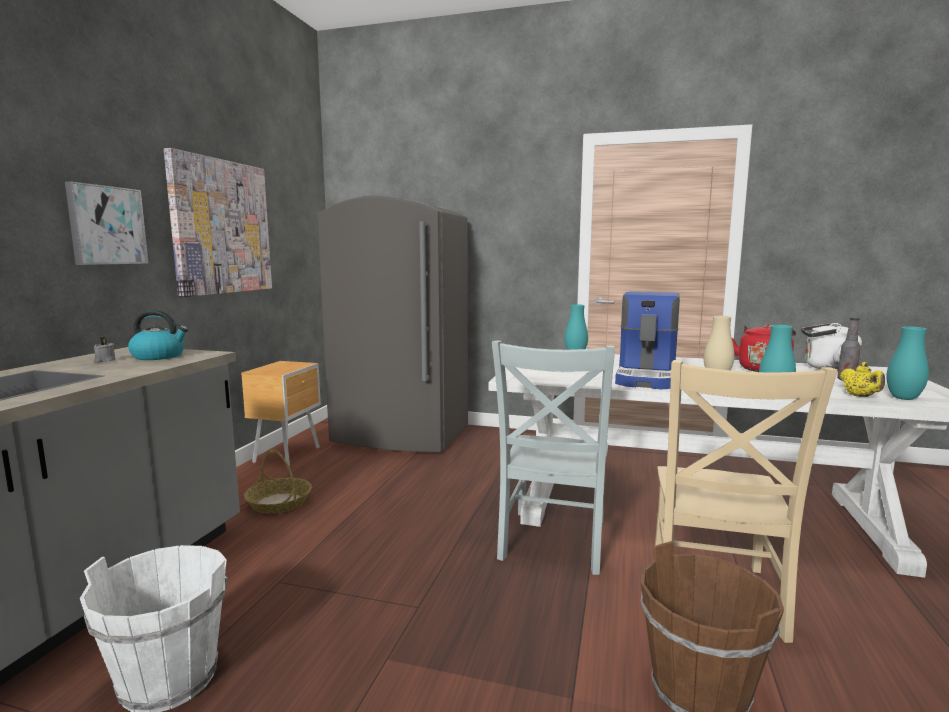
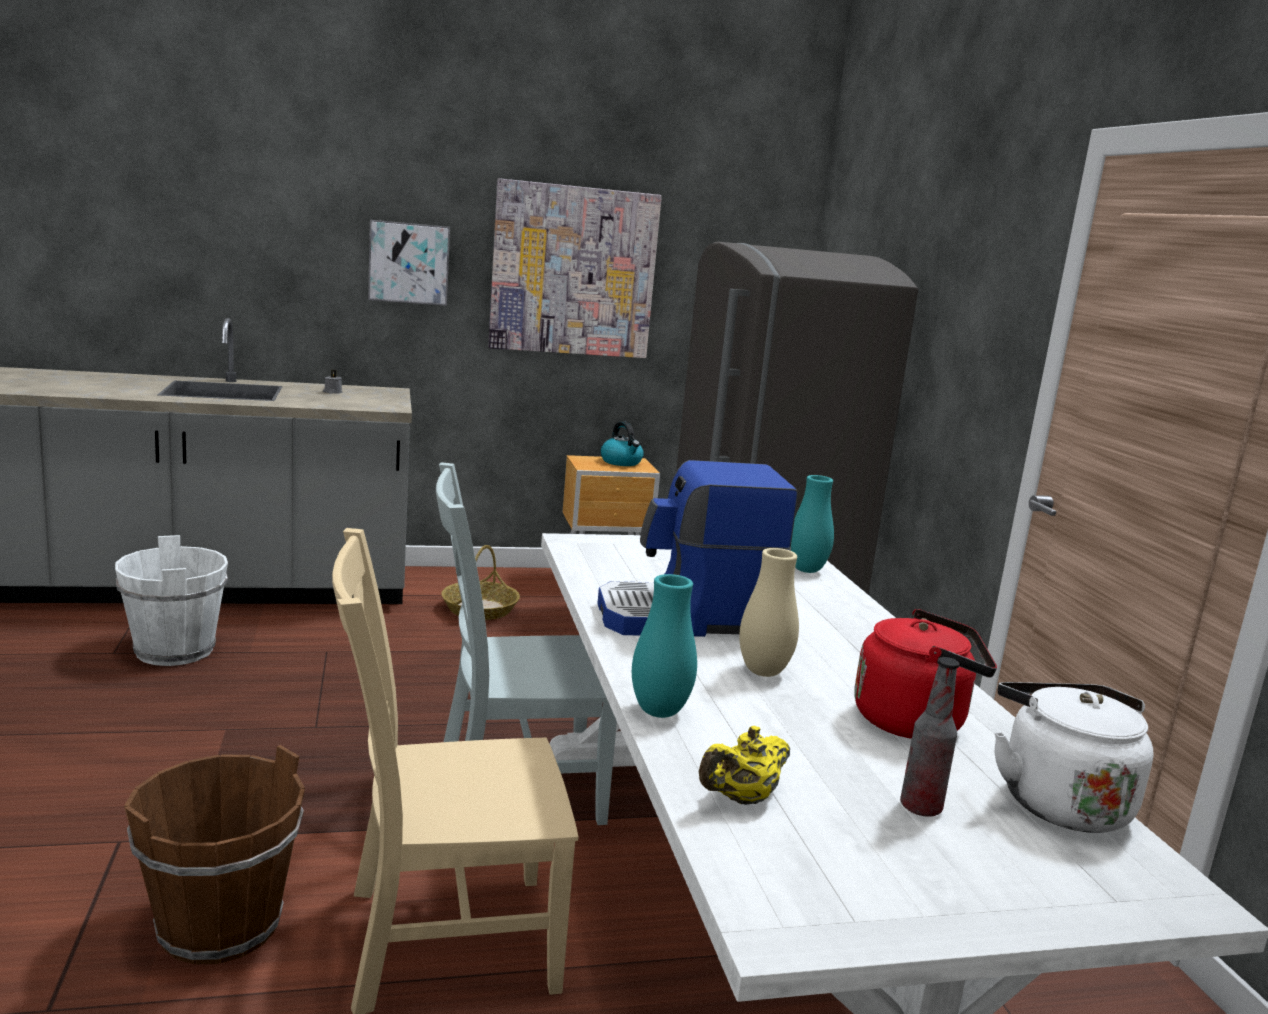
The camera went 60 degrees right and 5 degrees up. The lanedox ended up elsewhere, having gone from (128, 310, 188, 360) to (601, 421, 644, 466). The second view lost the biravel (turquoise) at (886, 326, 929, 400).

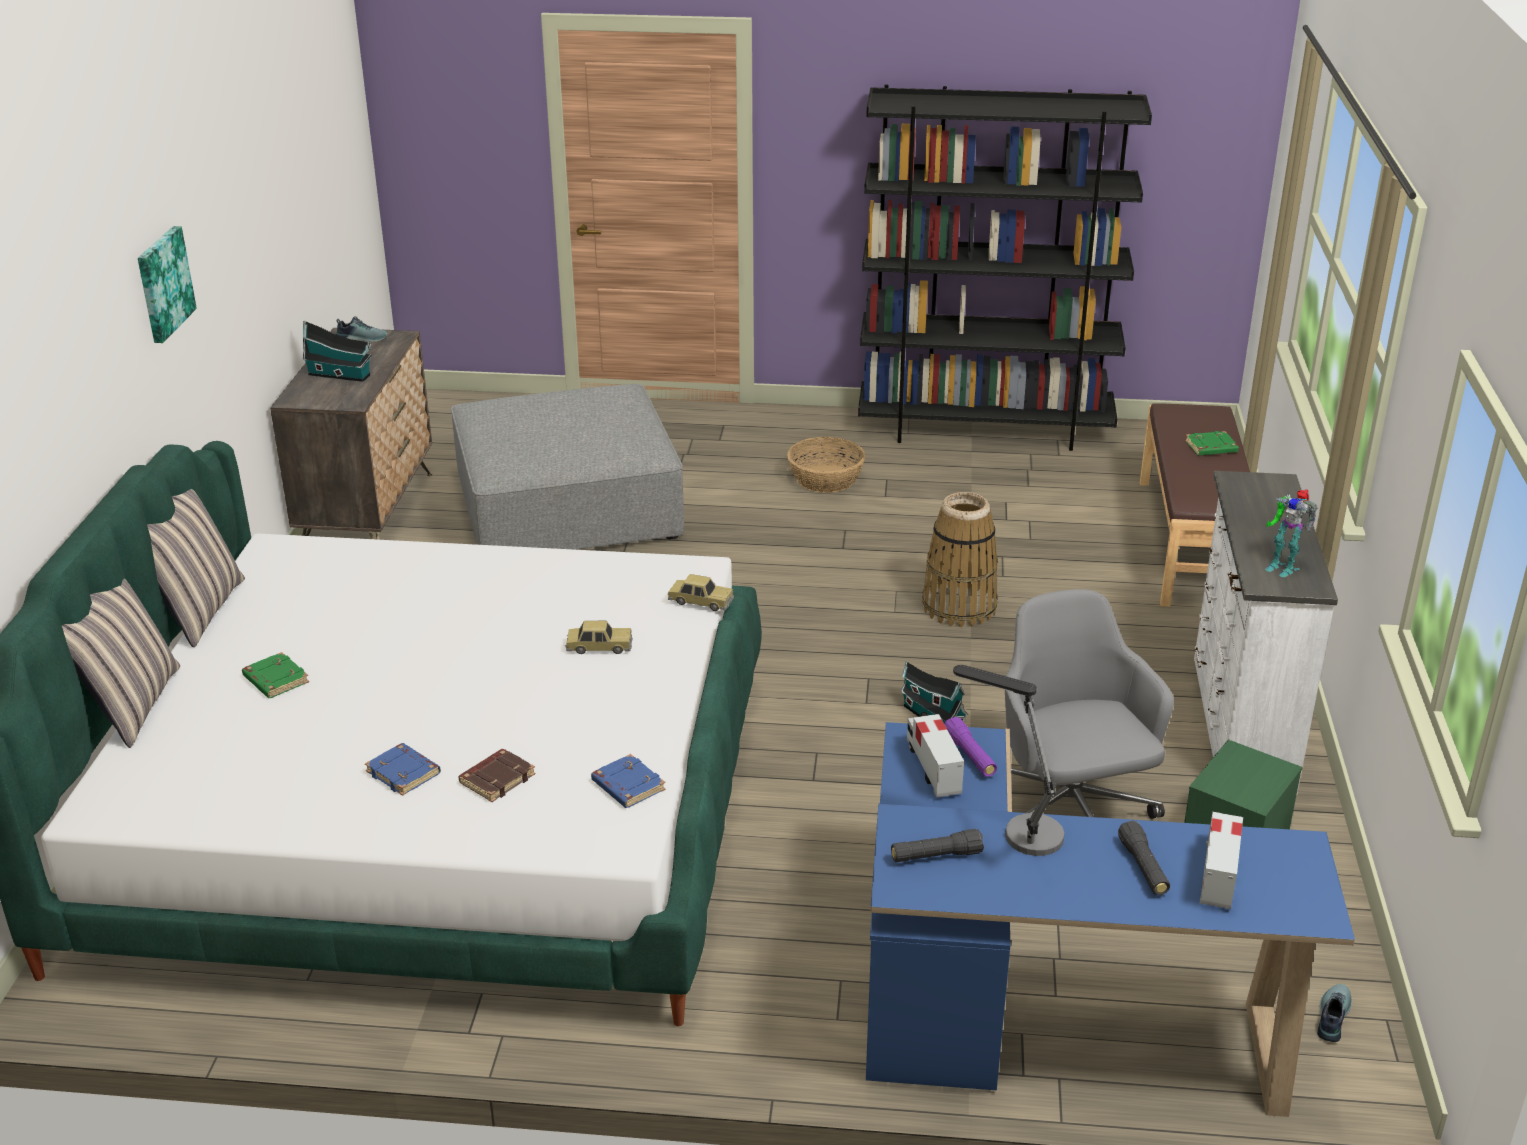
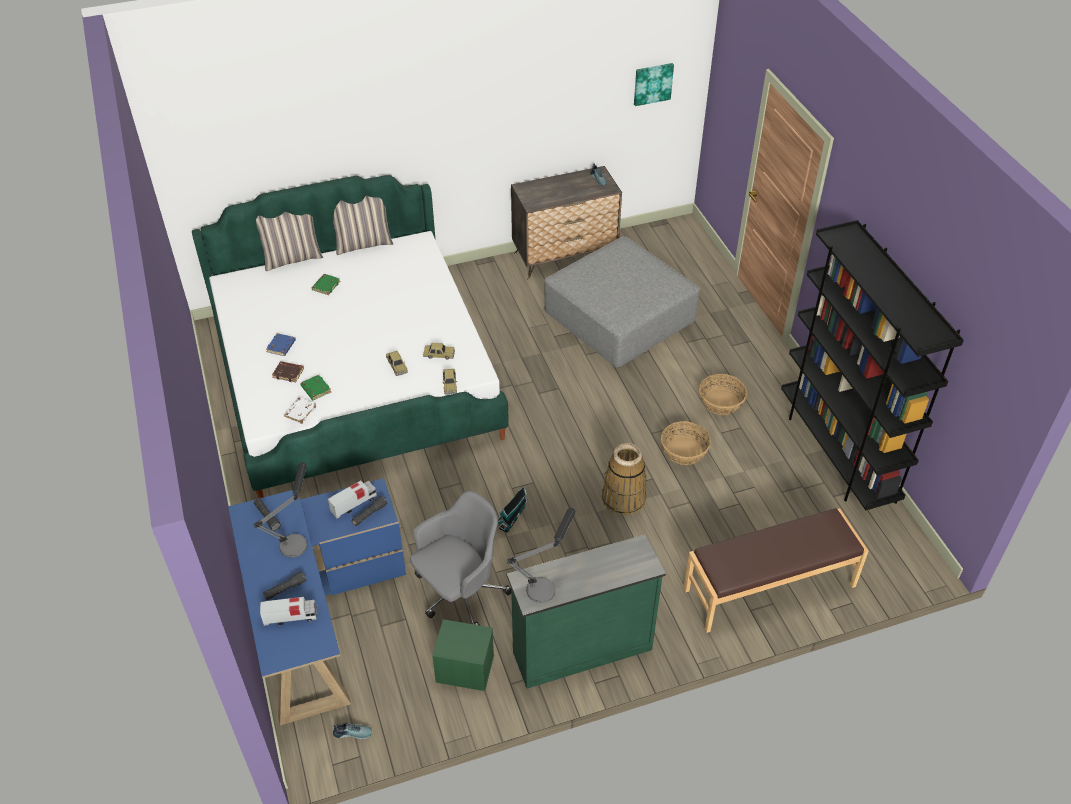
The camera went 65 degrees right and 15 degrees up. What was the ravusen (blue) at (591, 754, 666, 808) turned into the ravusen (white) at (283, 398, 317, 424). The ravusen (green) ended up elsewhere, having gone from (1185, 431, 1239, 456) to (300, 375, 331, 400). What was the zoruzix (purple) at (944, 717, 997, 777) turned into the zoruzix (black) at (352, 496, 387, 526). The second view gained the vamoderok at (423, 343, 455, 360). Where the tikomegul stood at (1265, 490, 1318, 577), the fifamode came to stand at (507, 508, 575, 603). What was the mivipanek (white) at (1194, 471, 1338, 793) turned into the mivipanek (green) at (507, 534, 666, 689). The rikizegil ended up elsewhere, having gone from (138, 226, 197, 343) to (634, 63, 674, 106). The second view gained the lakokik at (661, 421, 711, 465). The second view lost the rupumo at (303, 320, 372, 382).

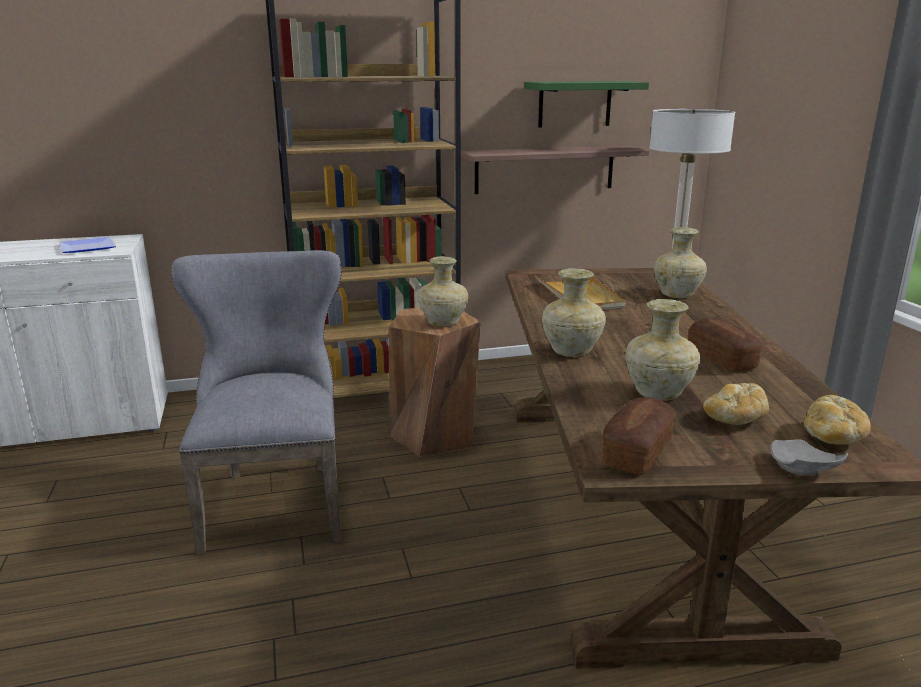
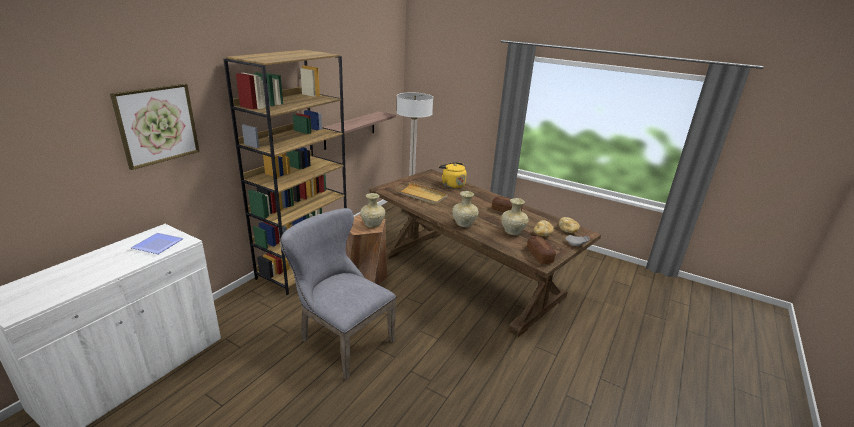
The camera went 45 degrees left and 5 degrees up. The second view gained the rikizegil at (110, 83, 200, 170). Where the biravel (beige) stood at (654, 227, 707, 298), the lanedox (yellow) came to stand at (439, 162, 467, 188). The second view lost the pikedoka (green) at (524, 81, 649, 127).

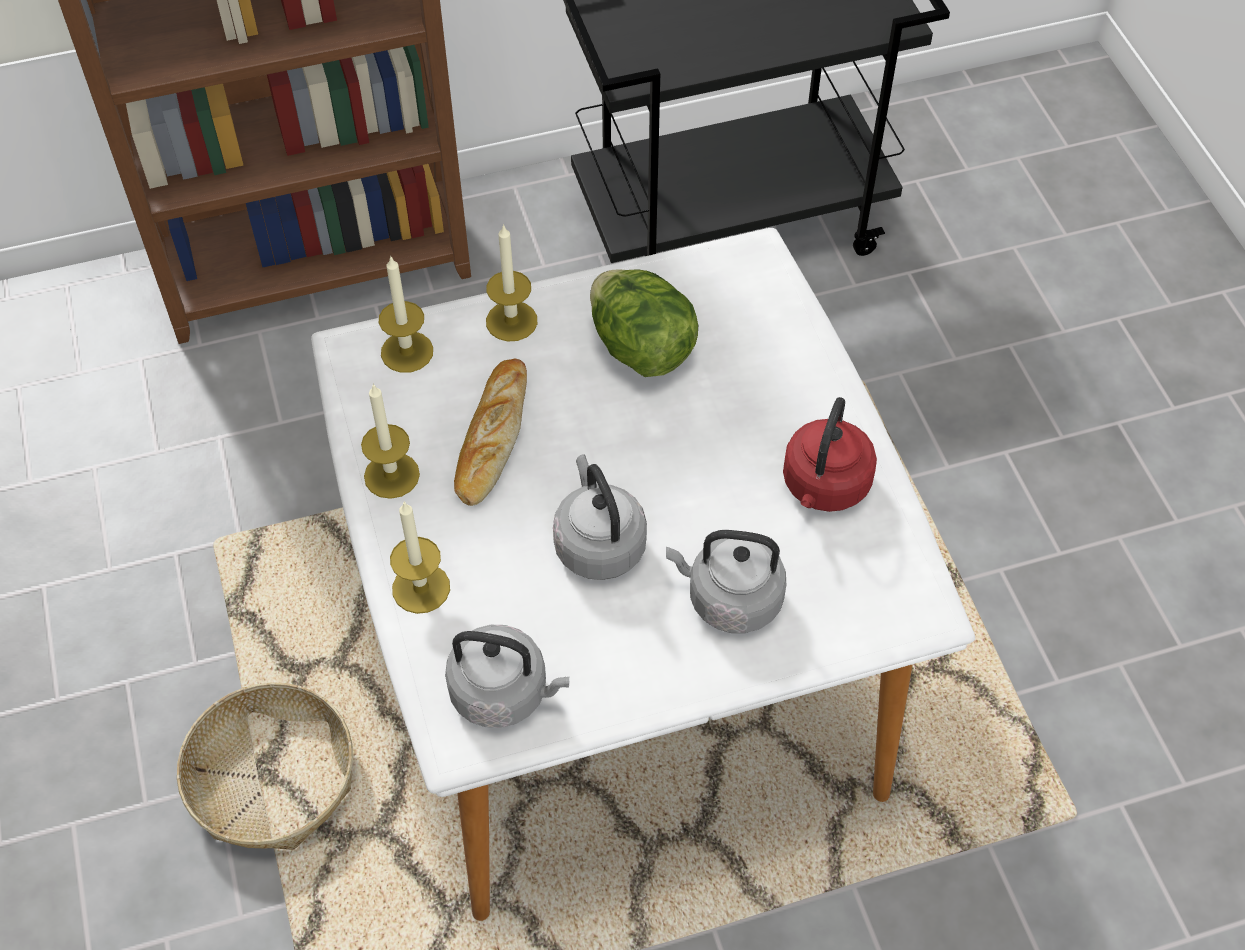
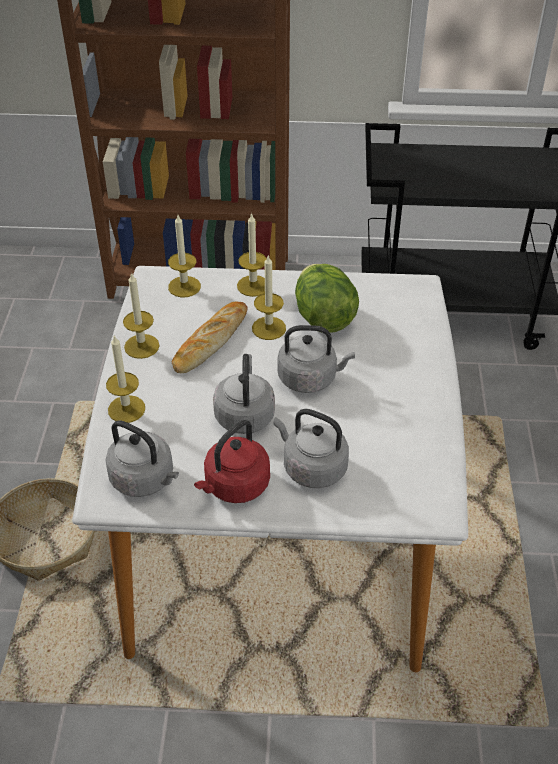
The camera went 20 degrees right and 10 degrees down. The lanedox (red) ended up elsewhere, having gone from (783, 397, 877, 512) to (194, 420, 270, 503). The second view gained the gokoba at (252, 254, 286, 340). The second view gained the lanedox (grey) at (277, 325, 355, 393).

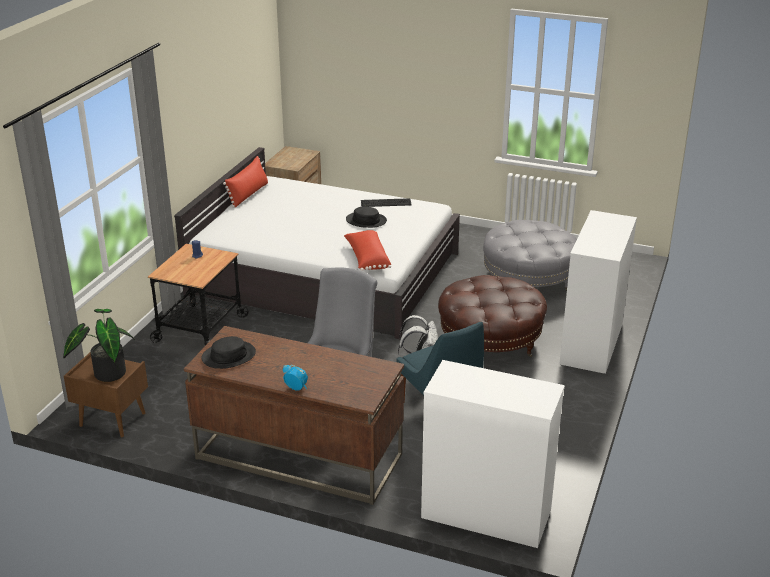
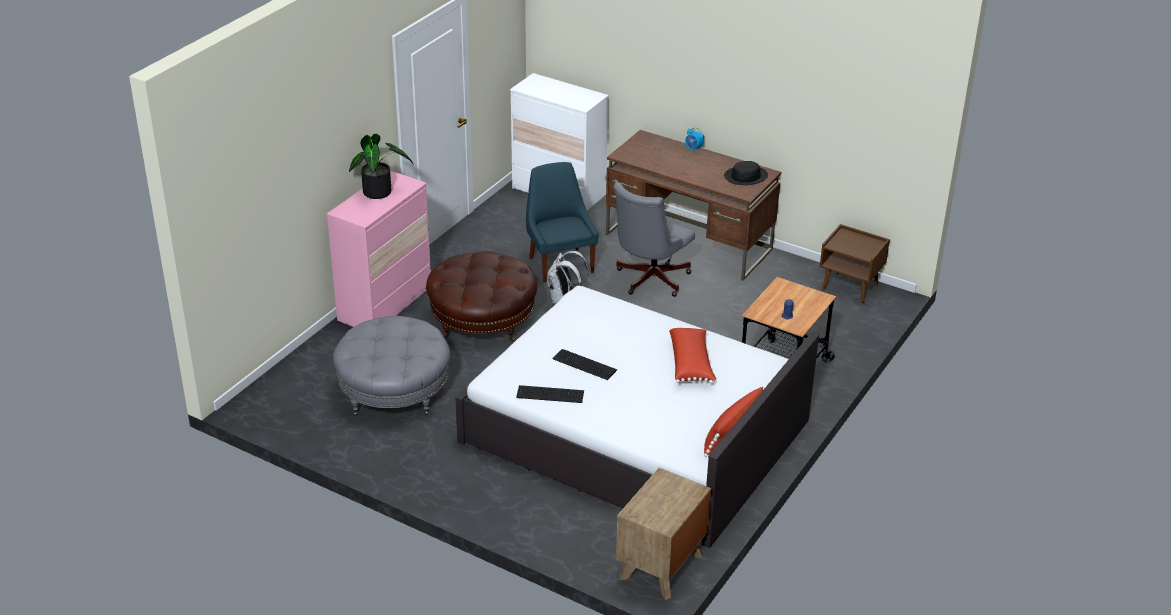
The camera went 170 degrees left and 5 degrees up. What was the mivipanek (white) at (559, 210, 637, 374) turned into the mivipanek (pink) at (327, 171, 431, 327). The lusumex ended up elsewhere, having gone from (63, 309, 135, 382) to (349, 134, 414, 199). Where the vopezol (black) stood at (346, 206, 387, 228), the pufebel came to stand at (553, 349, 617, 380). The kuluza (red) ended up elsewhere, having gone from (344, 230, 391, 271) to (669, 328, 716, 383).

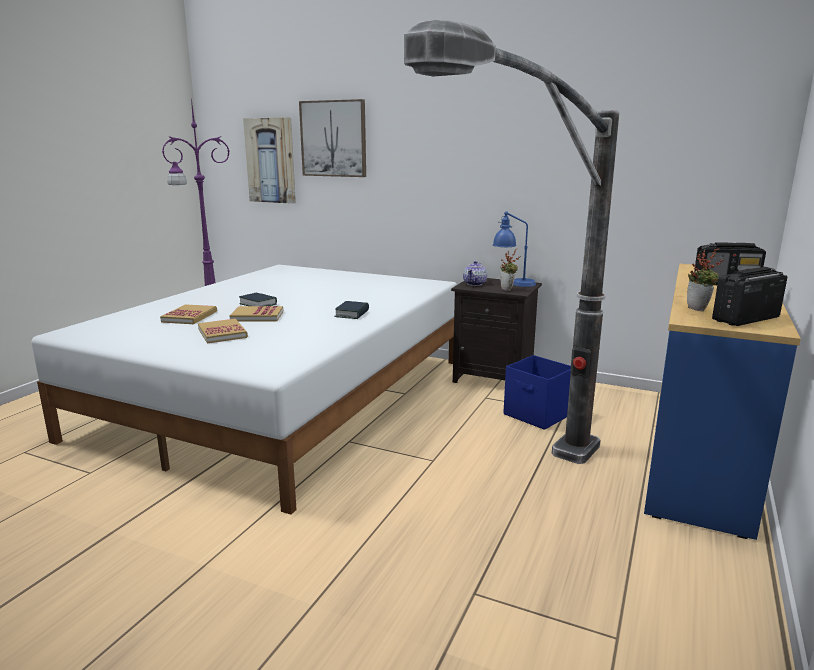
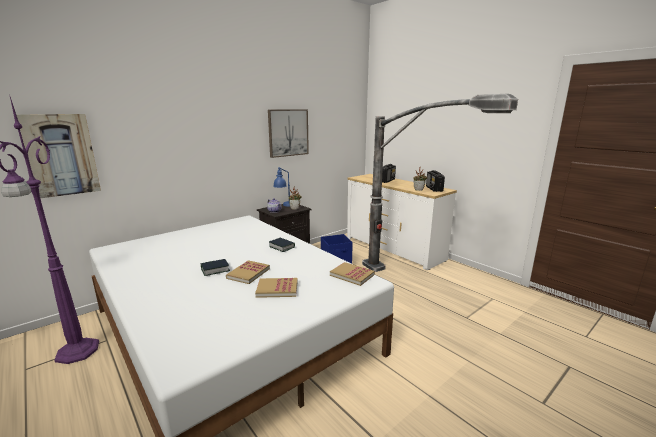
The camera went 65 degrees left and 0 degrees up. The rikizegil ended up elsewhere, having gone from (299, 99, 366, 177) to (268, 109, 309, 158). The ravusen ended up elsewhere, having gone from (160, 304, 217, 324) to (330, 262, 375, 286). What was the mivipanek (blue) at (644, 264, 801, 540) turned into the mivipanek (white) at (347, 174, 457, 270).

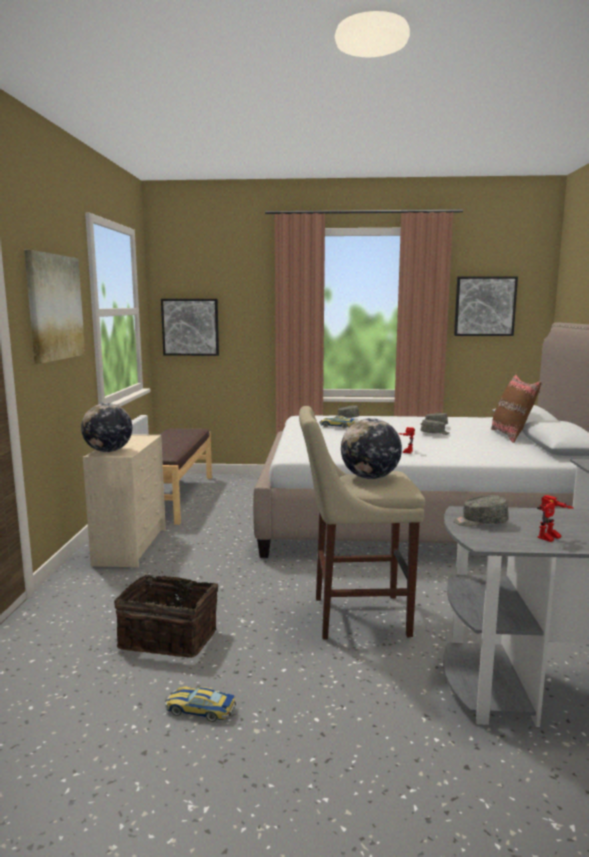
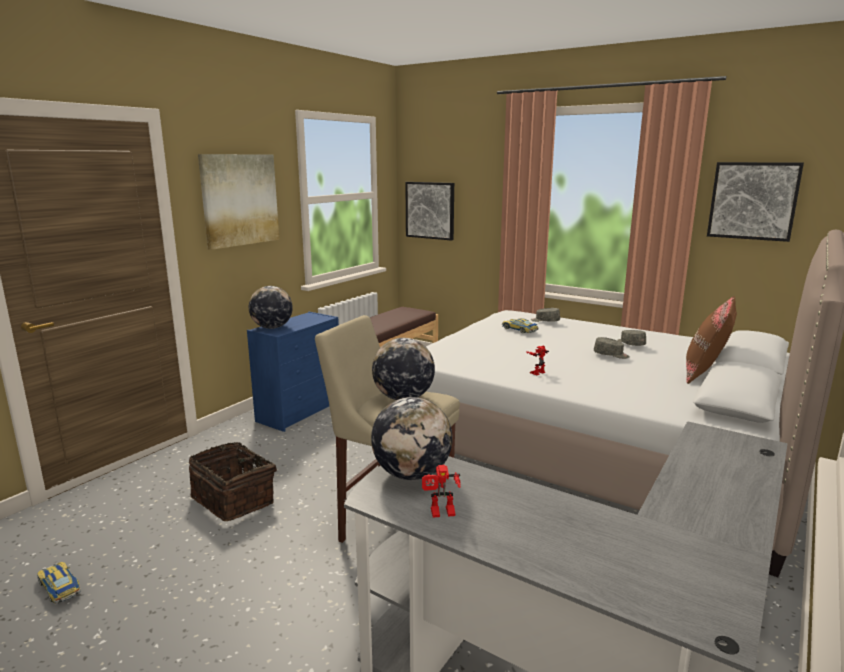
The camera went 30 degrees right and 5 degrees up. The vamoderok ended up elsewhere, having gone from (165, 686, 236, 722) to (37, 562, 81, 604). What was the mivipanek (beige) at (83, 434, 166, 568) turned into the mivipanek (blue) at (247, 312, 339, 432). Where the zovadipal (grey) stood at (453, 495, 509, 527), the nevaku came to stand at (371, 397, 453, 480).

